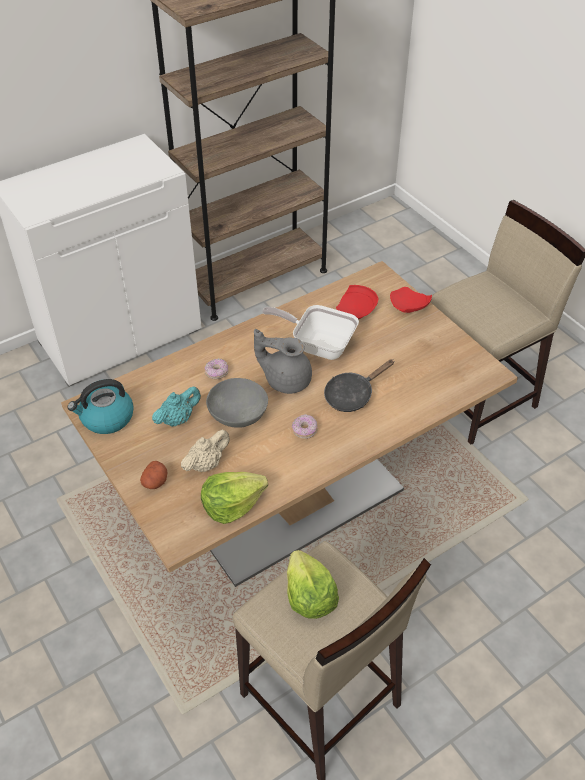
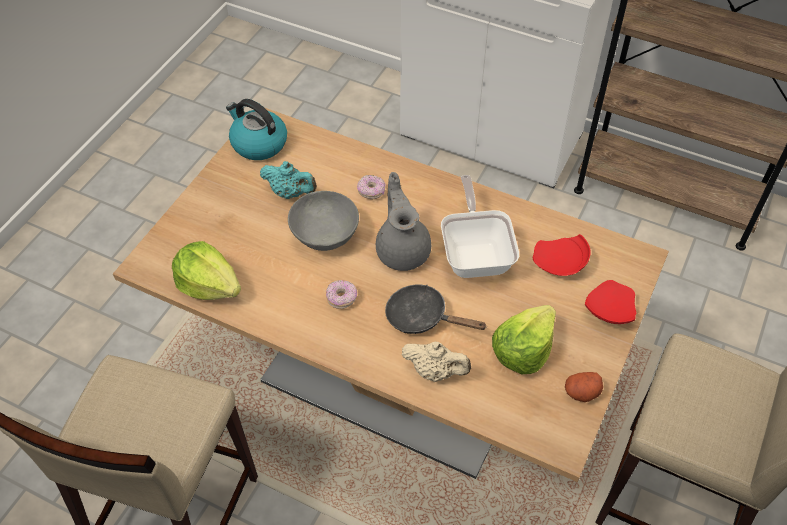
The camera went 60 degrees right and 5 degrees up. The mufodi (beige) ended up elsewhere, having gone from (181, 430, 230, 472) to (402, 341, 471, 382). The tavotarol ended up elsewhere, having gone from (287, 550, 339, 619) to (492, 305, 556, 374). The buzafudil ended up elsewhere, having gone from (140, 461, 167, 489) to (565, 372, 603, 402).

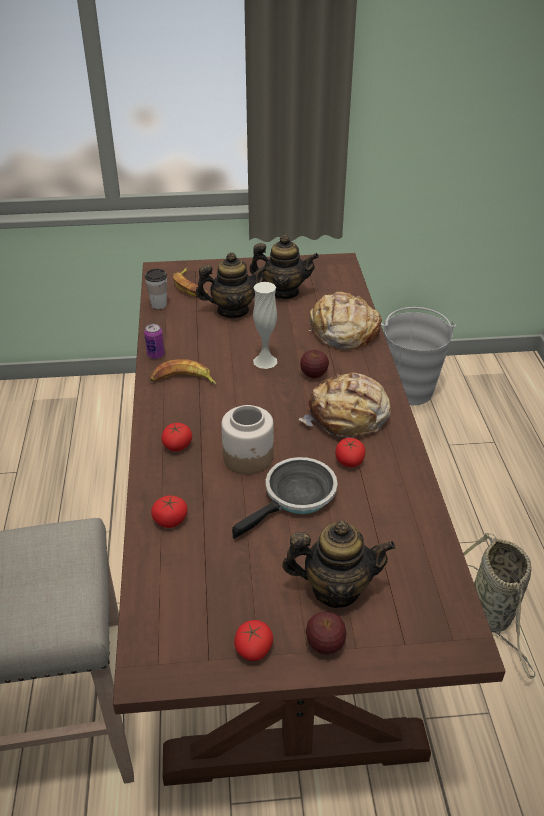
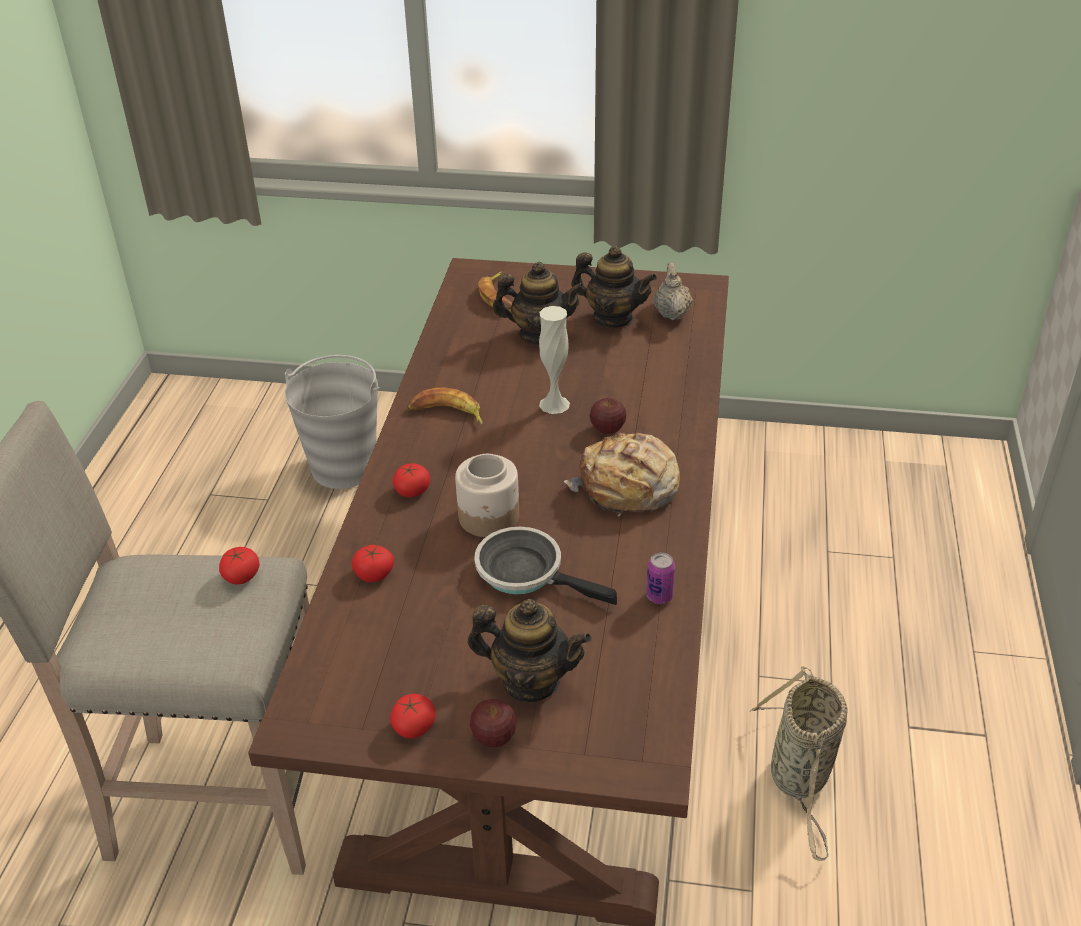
The camera went 15 degrees right and 0 degrees up. The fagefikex ended up elsewhere, having gone from (335, 438, 365, 467) to (219, 547, 260, 584). The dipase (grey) ended up elsewhere, having gone from (381, 307, 456, 405) to (285, 355, 380, 489). The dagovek at (232, 457, 338, 539) ended up facing another way, 120 degrees counterclockwise from before. The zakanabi ended up elsewhere, having gone from (144, 324, 164, 359) to (646, 552, 675, 604). The second view gained the mufodi (beige) at (654, 262, 693, 320). The second view lost the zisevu at (145, 269, 167, 309). The second view lost the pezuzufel at (309, 292, 382, 350).

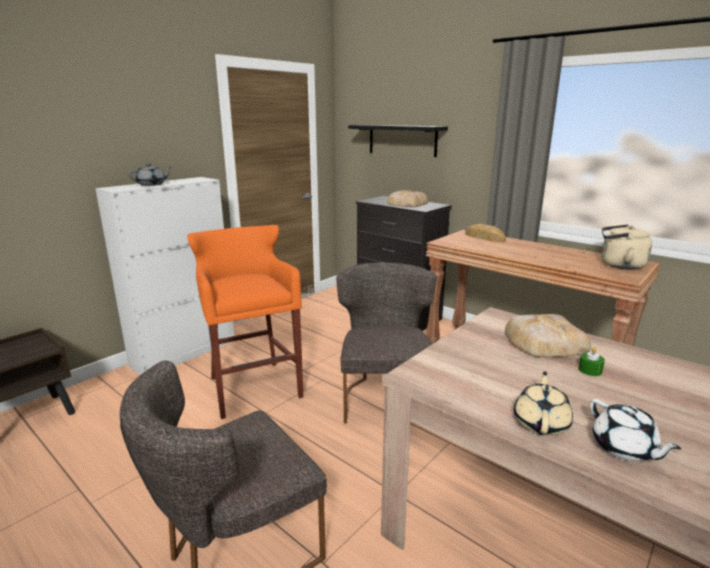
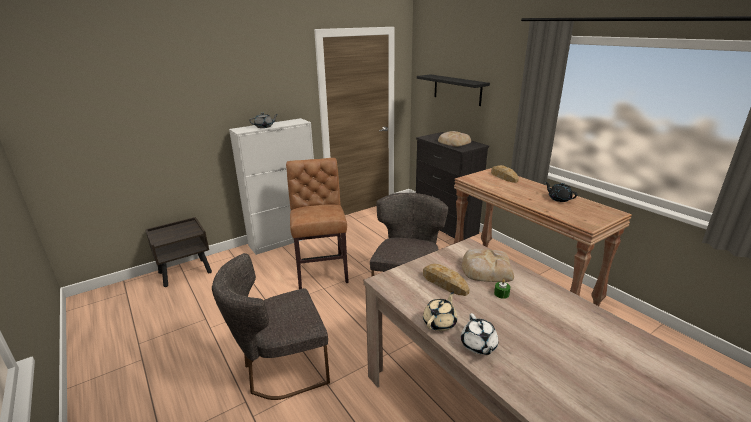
The camera went 15 degrees right and 5 degrees up. Where the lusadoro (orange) stood at (187, 225, 303, 419), the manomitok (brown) came to stand at (286, 158, 349, 289). The second view gained the pezuzufel at (423, 264, 469, 296). The second view gained the mufodi (black) at (545, 182, 577, 202). The second view lost the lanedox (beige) at (602, 224, 652, 270).

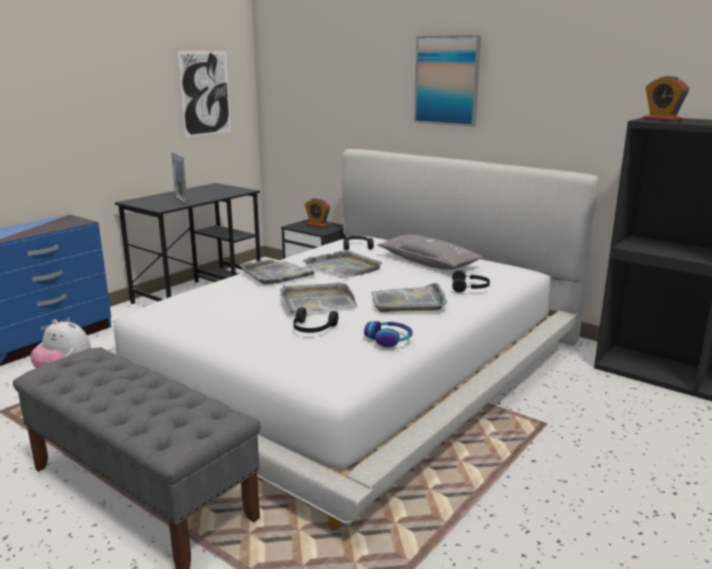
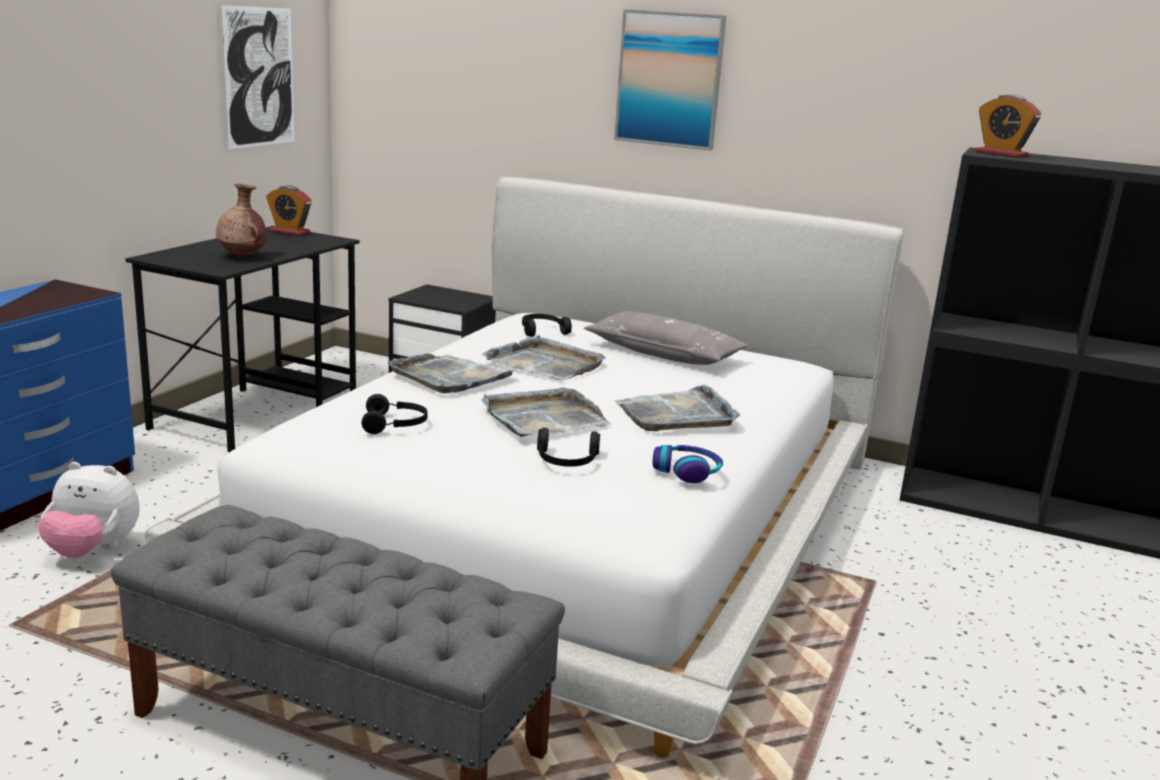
The camera went 15 degrees left and 0 degrees up. Where the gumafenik stood at (171, 152, 188, 205), the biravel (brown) came to stand at (216, 184, 266, 258). The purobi ended up elsewhere, having gone from (305, 198, 330, 228) to (266, 185, 312, 236). The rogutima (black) ended up elsewhere, having gone from (452, 270, 490, 293) to (362, 394, 427, 434).

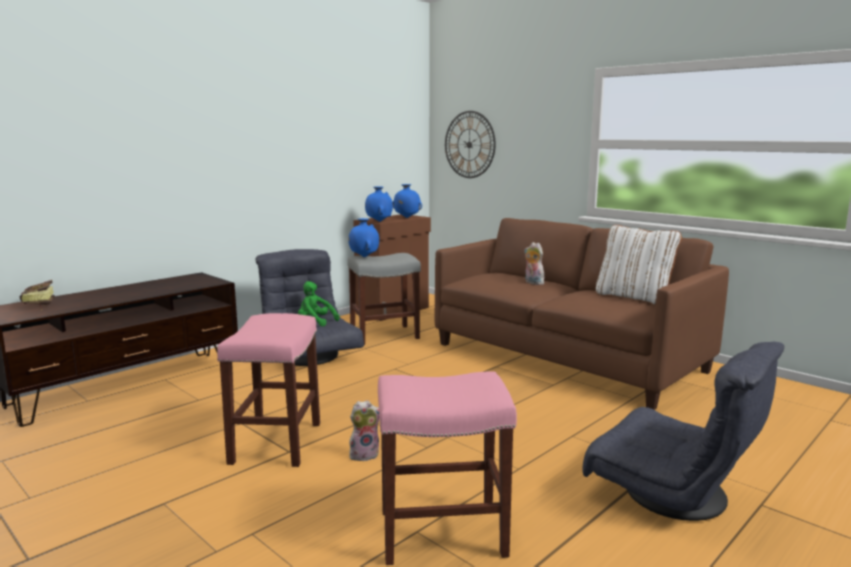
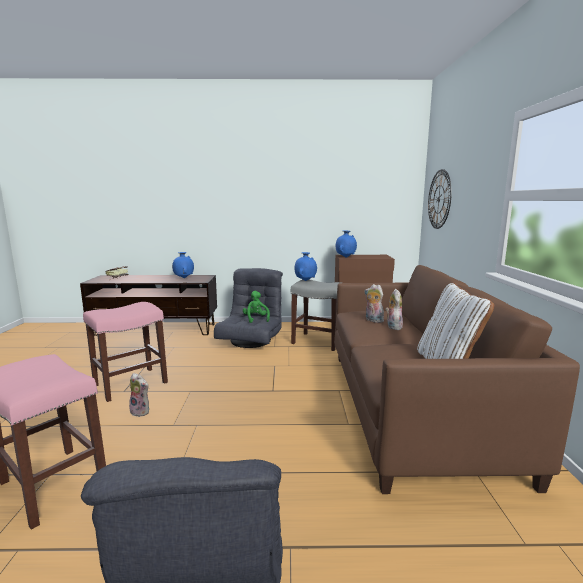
The camera went 45 degrees right and 0 degrees up. The biravel (blue) ended up elsewhere, having gone from (393, 184, 422, 218) to (172, 252, 194, 278). The second view gained the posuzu at (365, 284, 384, 323).

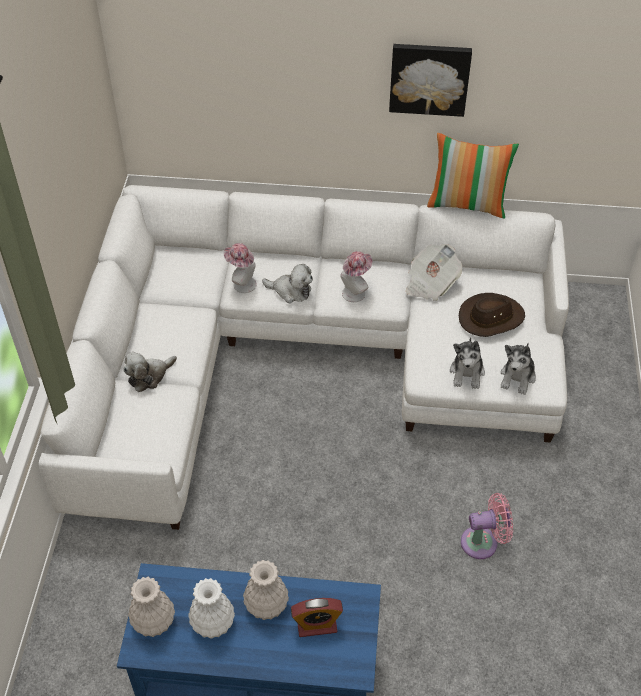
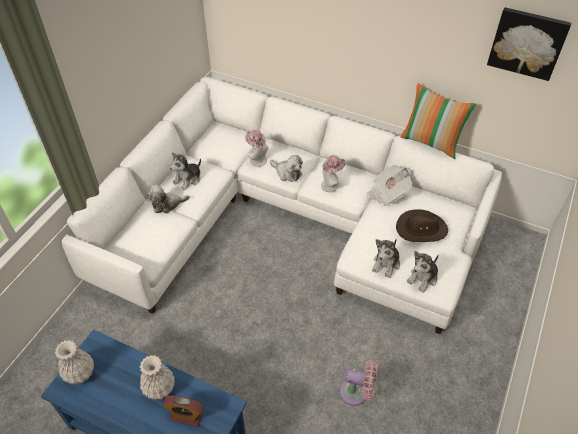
The camera went 20 degrees right and 0 degrees up. The second view gained the posuzu at (170, 152, 201, 190). The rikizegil ended up elsewhere, having gone from (389, 44, 472, 117) to (487, 7, 572, 81). The second view lost the biravel (white) at (188, 578, 235, 639).

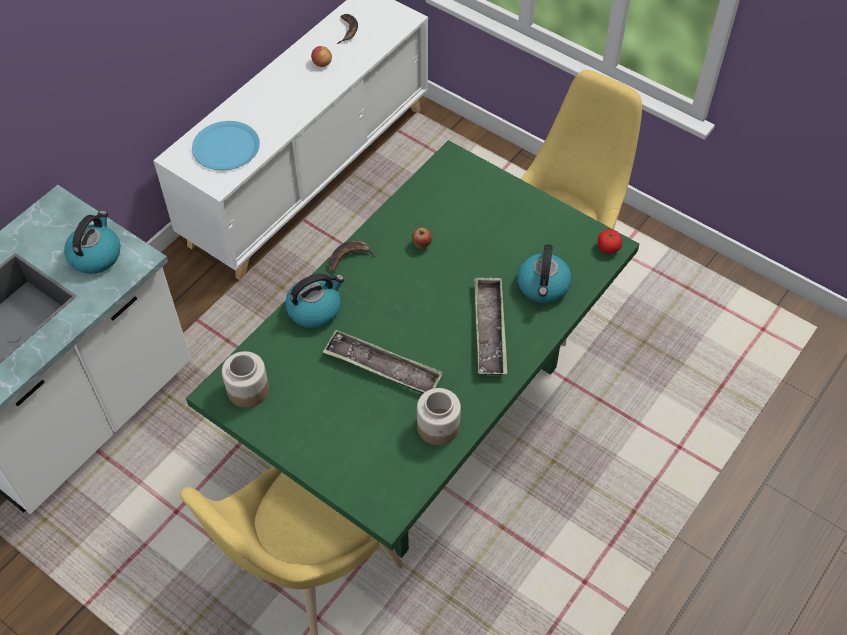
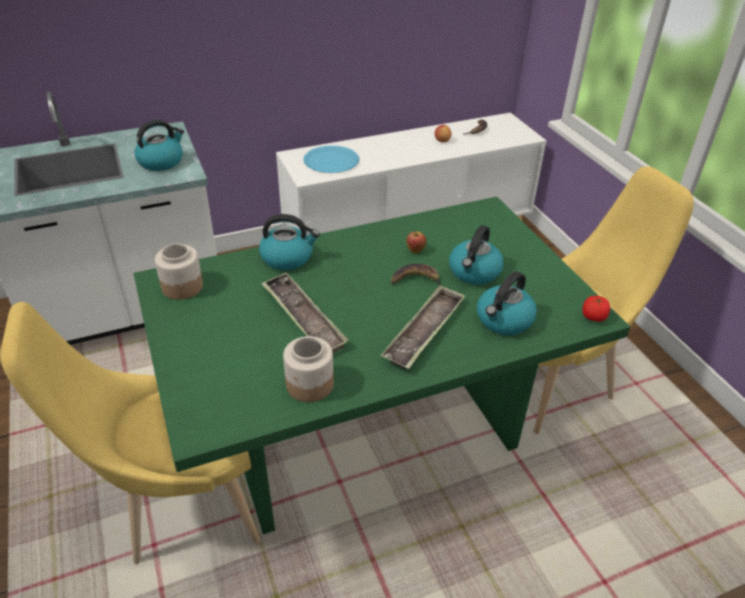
The camera went 30 degrees right and 15 degrees down. The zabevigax ended up elsewhere, having gone from (328, 241, 377, 273) to (391, 264, 441, 285). The second view gained the lanedox at (449, 225, 504, 285).

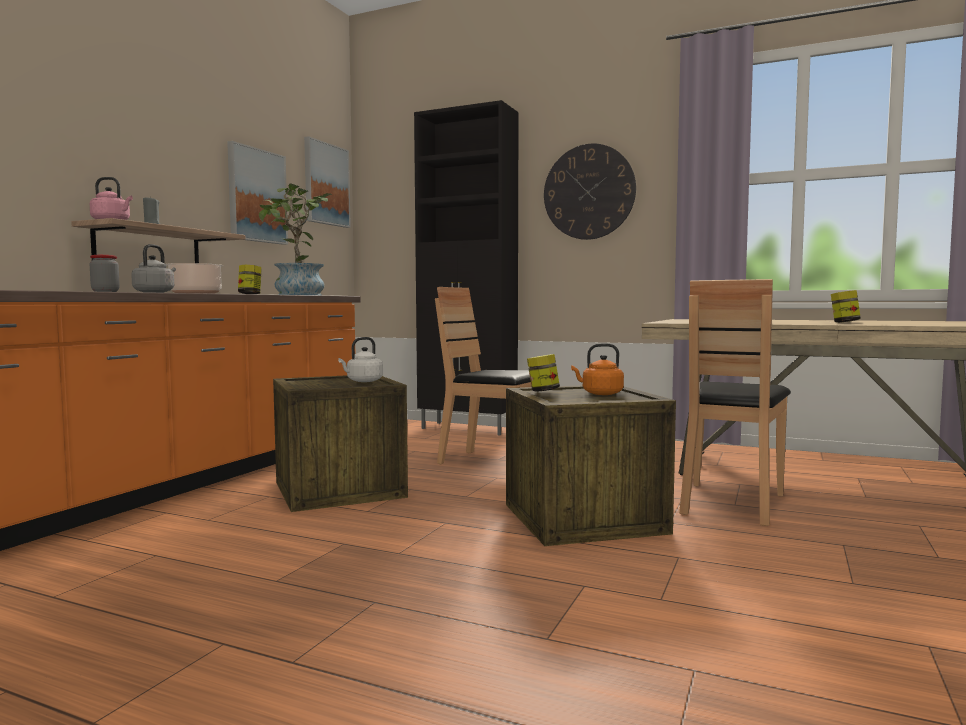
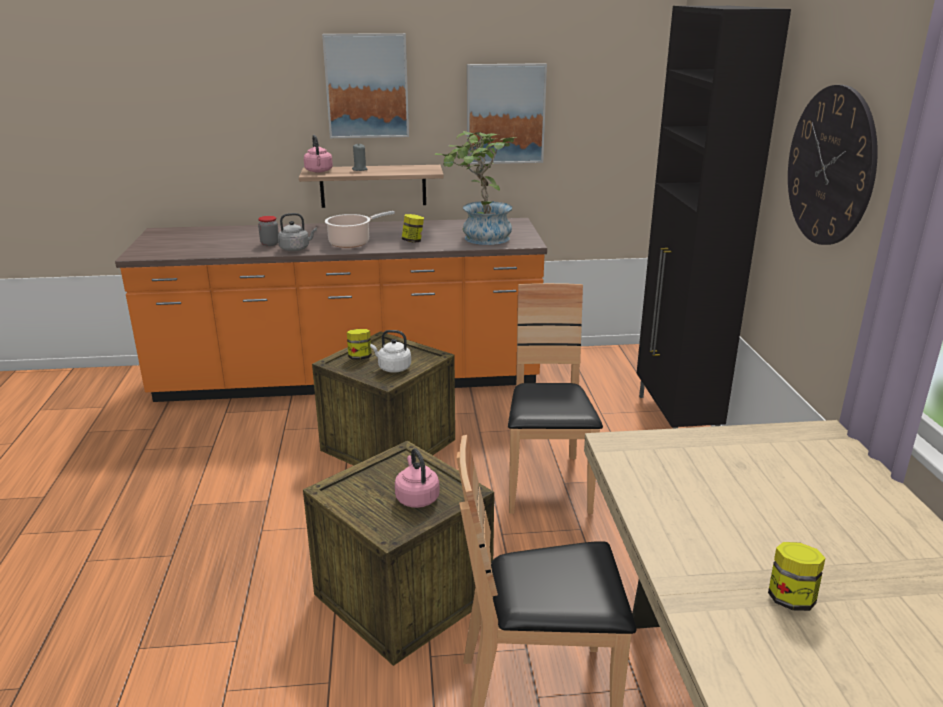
The camera went 60 degrees right and 20 degrees up. The rikizegil ended up elsewhere, having gone from (304, 136, 351, 228) to (322, 33, 409, 138). The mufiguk ended up elsewhere, having gone from (527, 354, 560, 392) to (347, 329, 372, 360). What was the lanedox (orange) at (571, 344, 624, 395) turned into the lanedox (pink) at (395, 448, 440, 508).

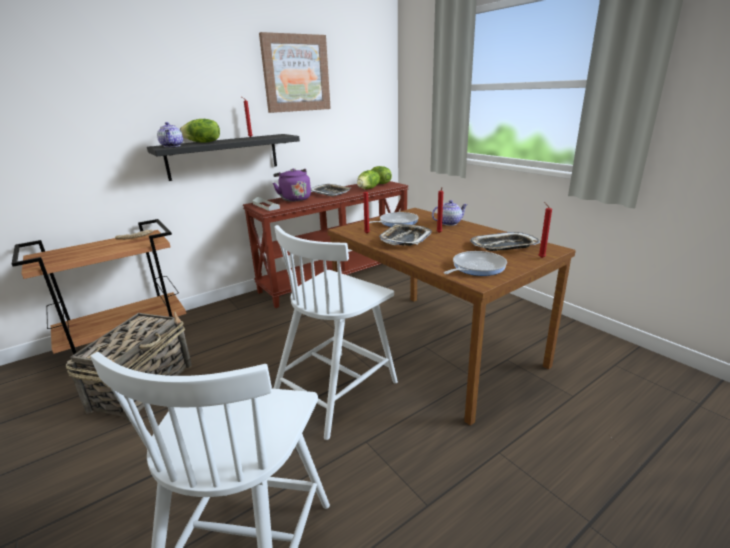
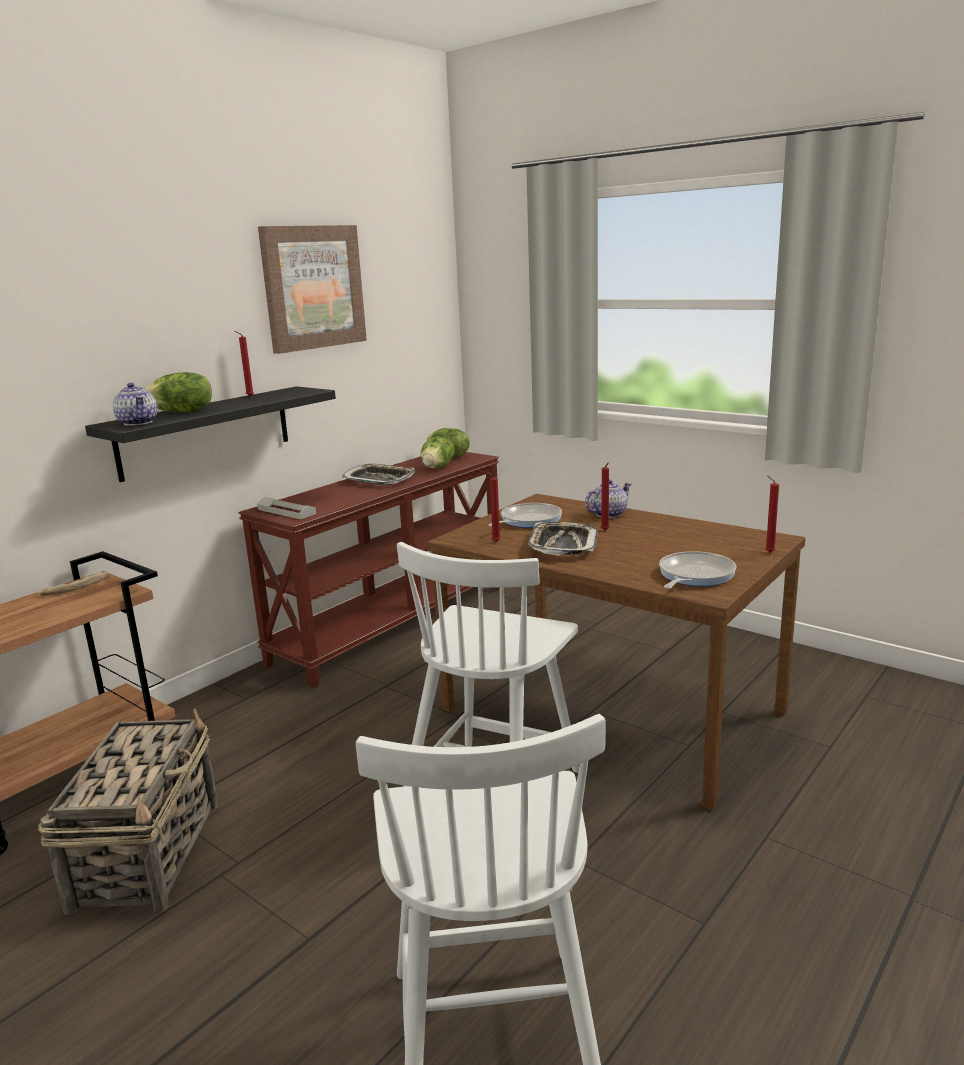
The camera went 15 degrees left and 5 degrees down. The second view lost the lanedox (purple) at (273, 169, 311, 202). The second view lost the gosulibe at (470, 232, 541, 251).

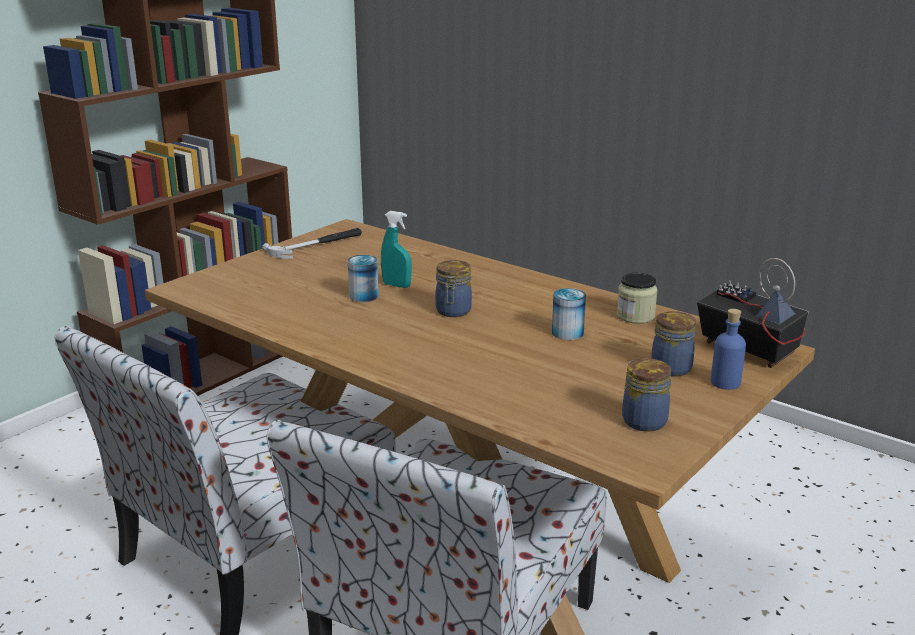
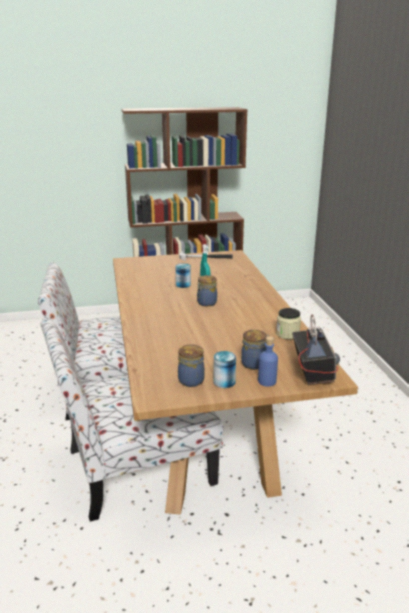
The camera went 40 degrees right and 0 degrees up. The zakanabi ended up elsewhere, having gone from (552, 288, 586, 340) to (214, 351, 236, 388).

